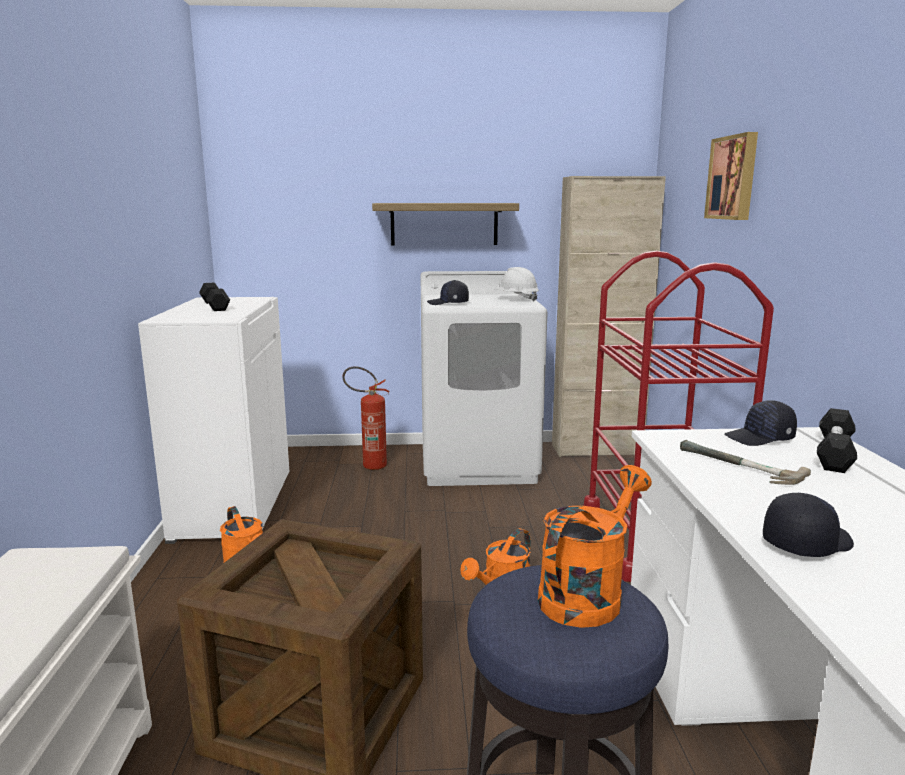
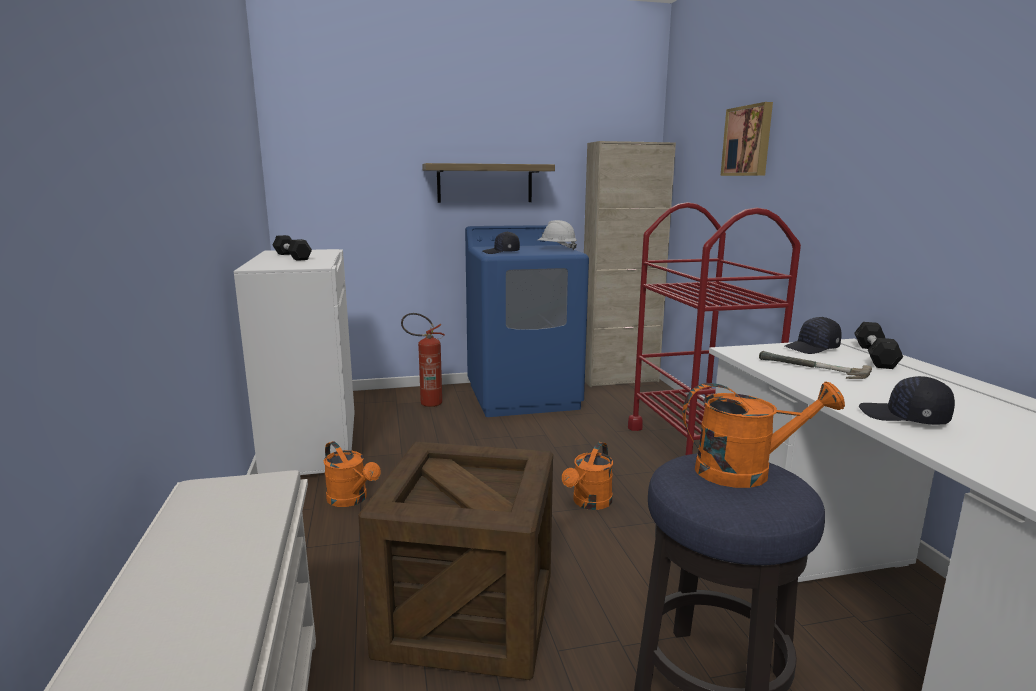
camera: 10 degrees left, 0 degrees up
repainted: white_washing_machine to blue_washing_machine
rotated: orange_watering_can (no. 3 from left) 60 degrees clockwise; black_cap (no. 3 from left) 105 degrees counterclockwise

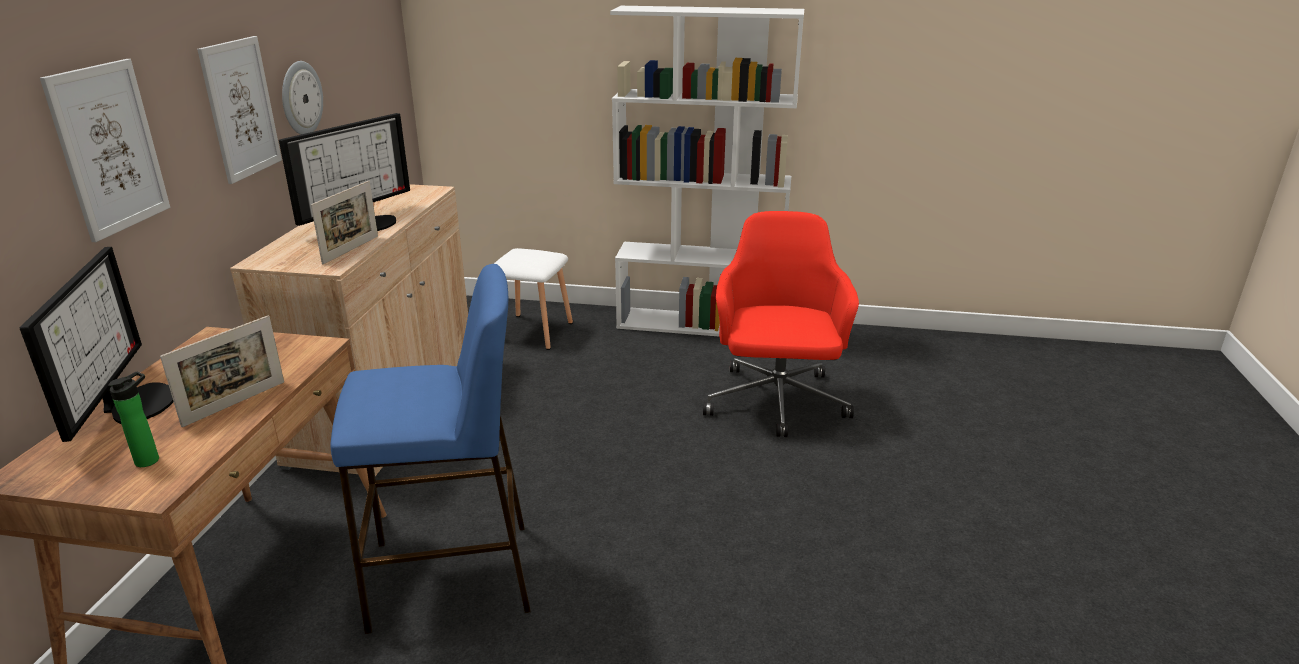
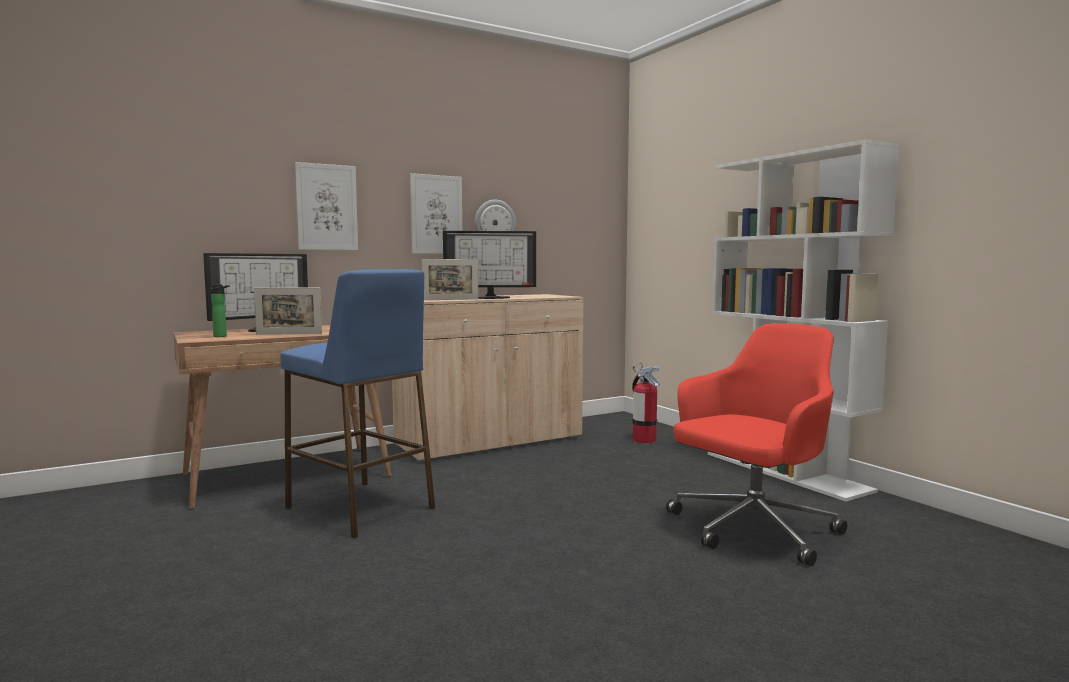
camera: 50 degrees right, 20 degrees down
swapped: white_stool to fire_extinguisher

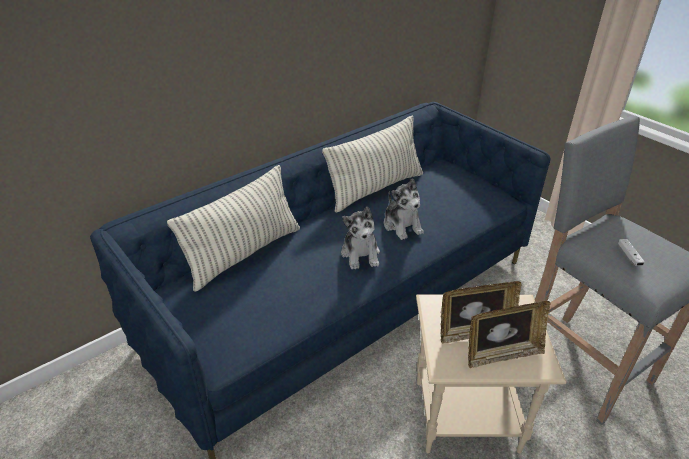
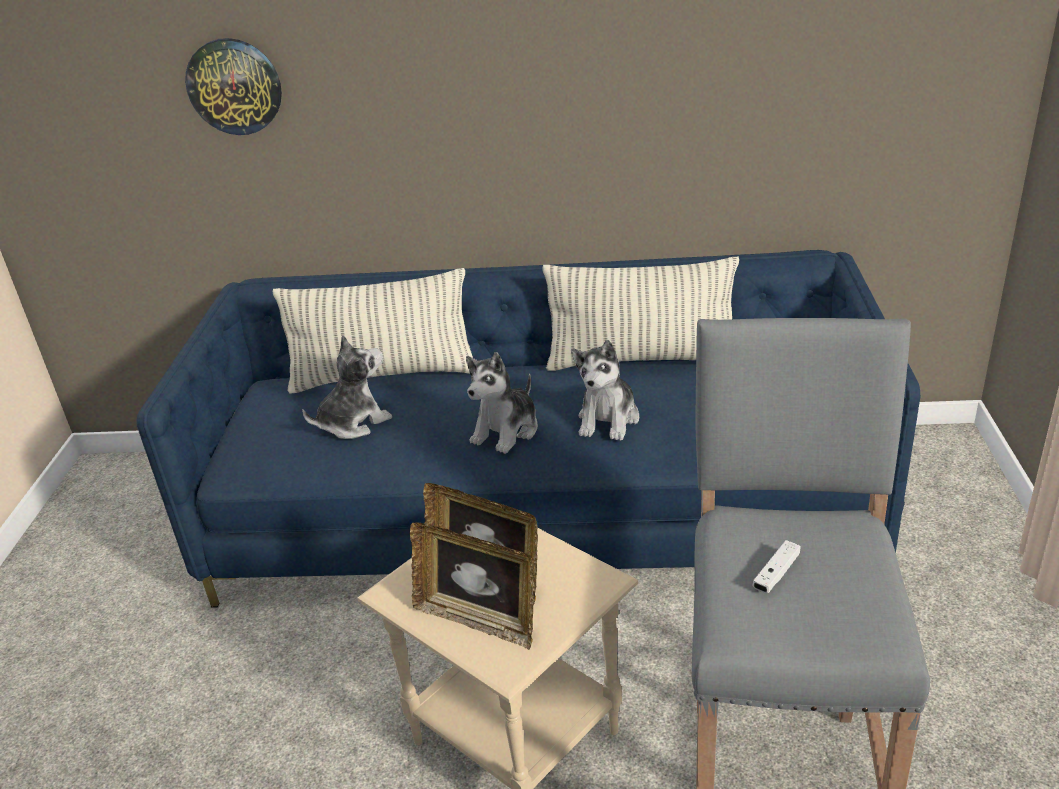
camera: 45 degrees right, 5 degrees down
new: wall_clock; plush_toy (no. 1 from left)

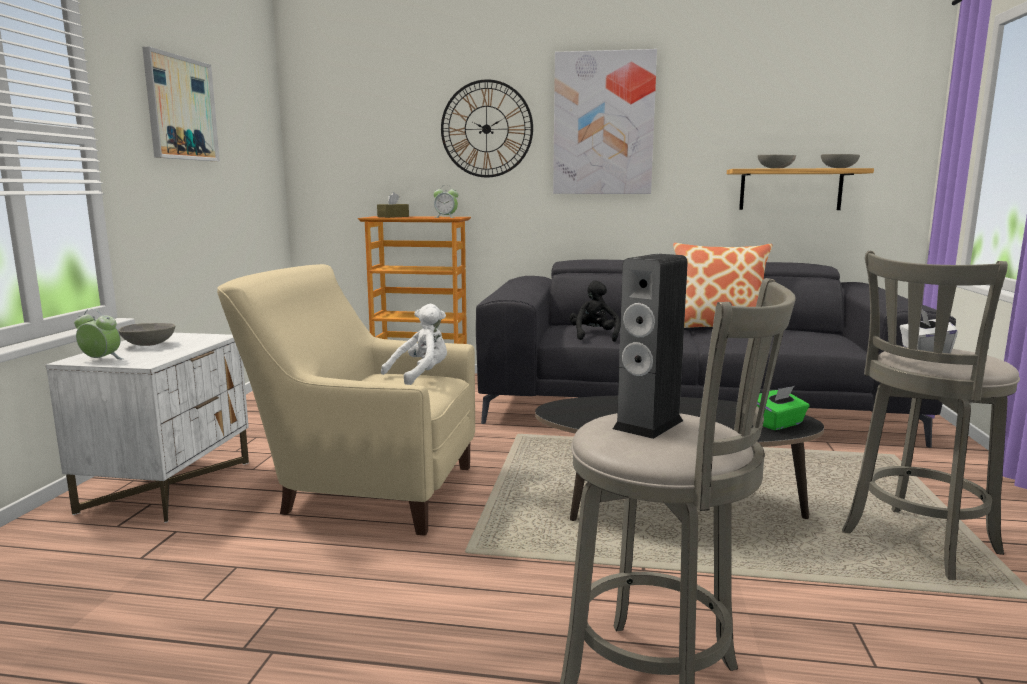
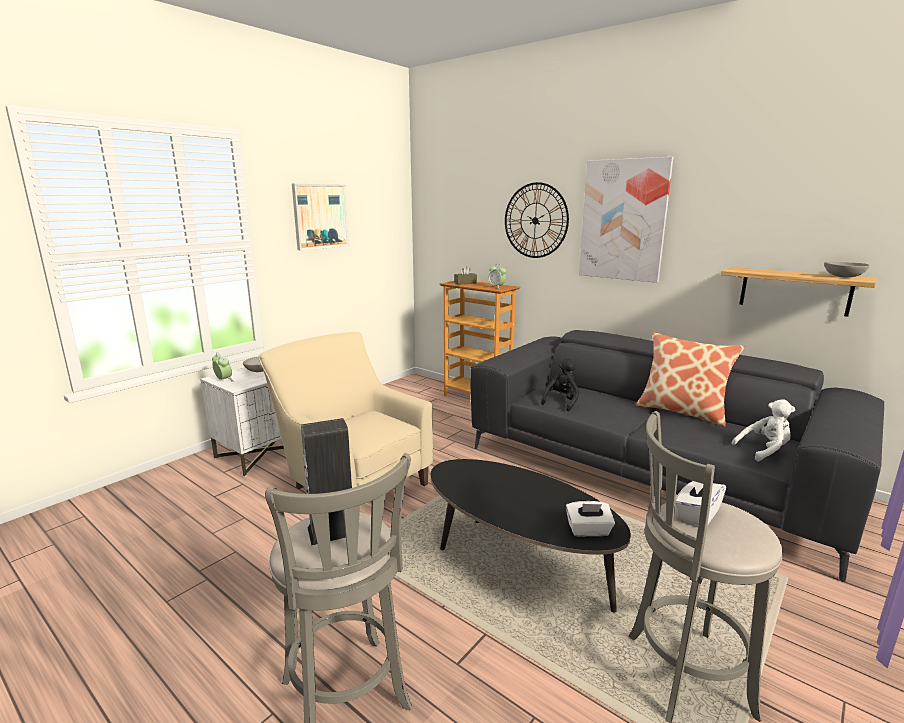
camera: 30 degrees right, 5 degrees up
gone: grey_bowl (no. 2 from left)
shifted: white_plush_toy
repainted: green_tissue_box to white_tissue_box (no. 1 from left)

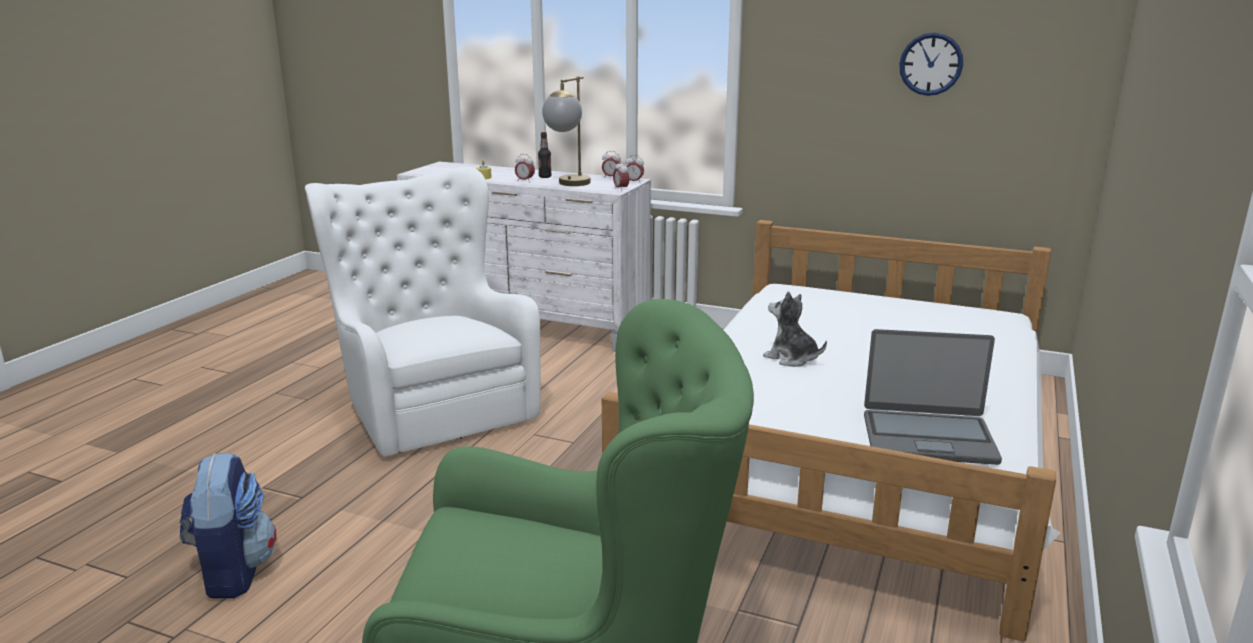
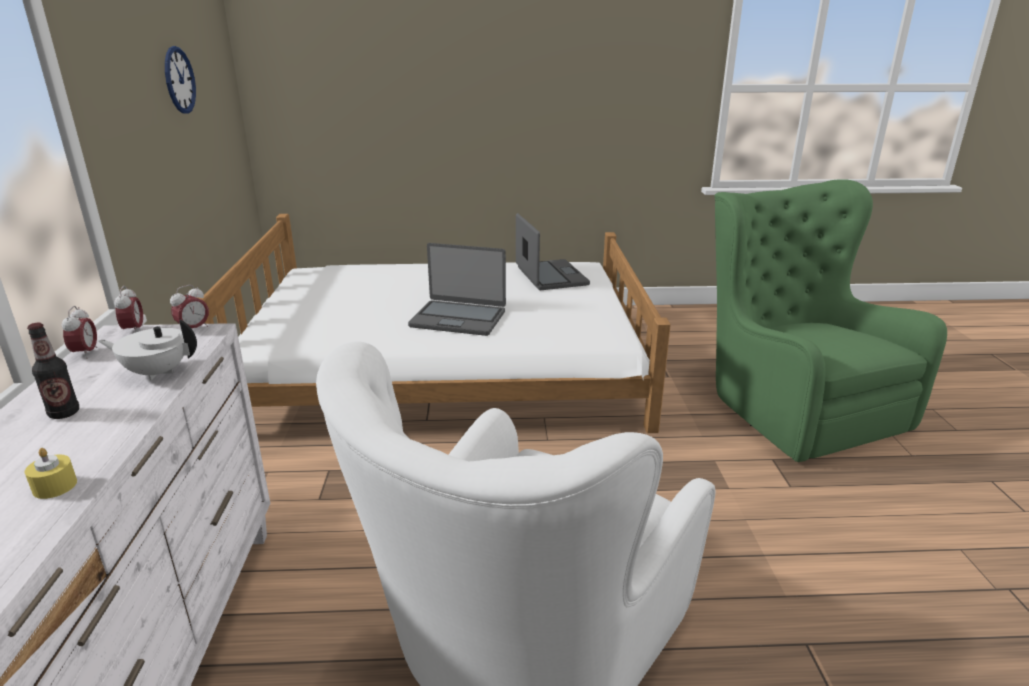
camera: 115 degrees left, 5 degrees up
gone: backpack; alarm_clock (no. 1 from left)
swapped: table_lamp to white_teapot; plush_toy to laptop (no. 1 from left)

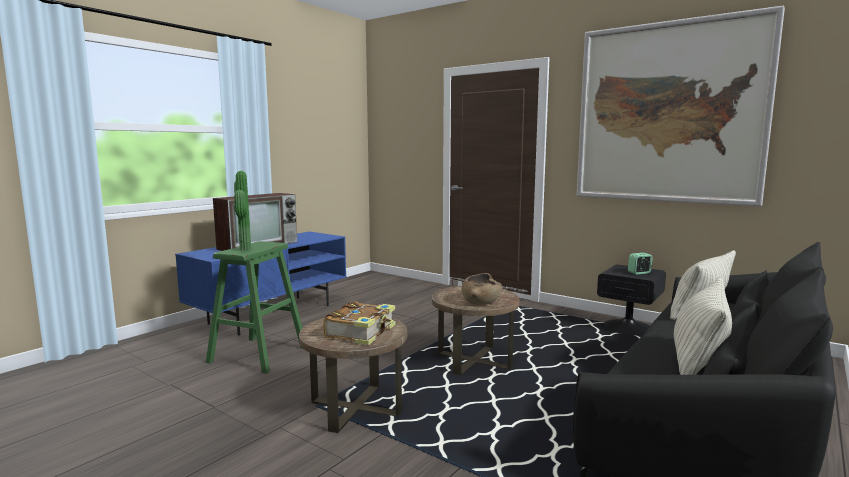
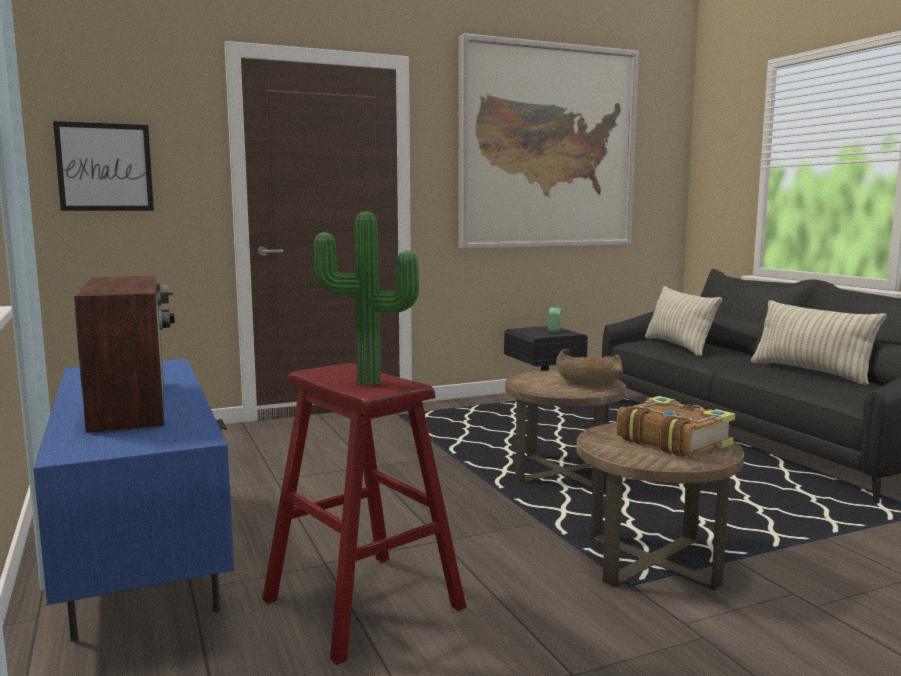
camera: 60 degrees left, 0 degrees up
new: picture (no. 1 from left)
repainted: green_stool to red_stool

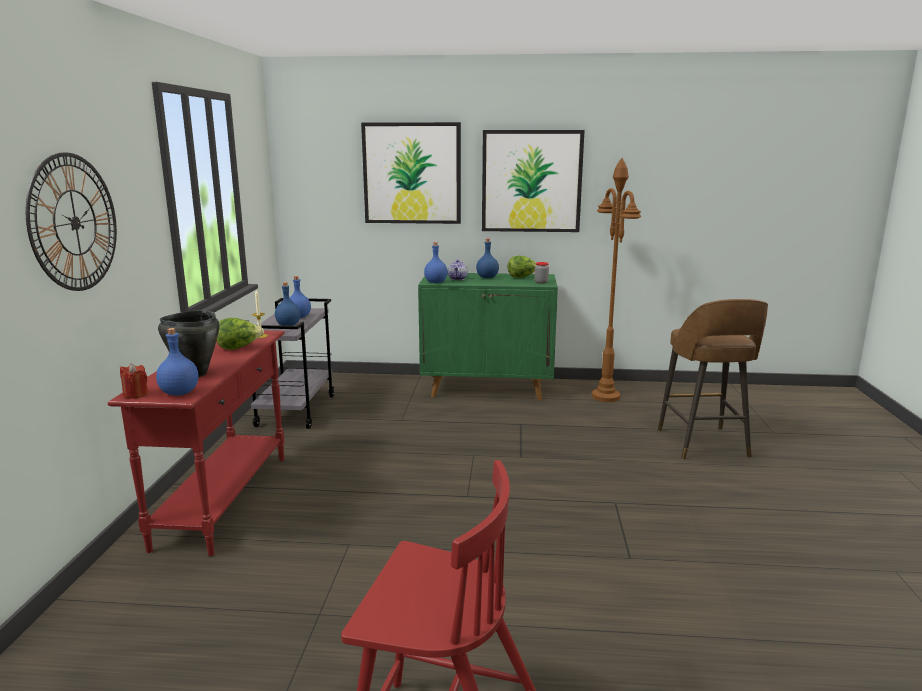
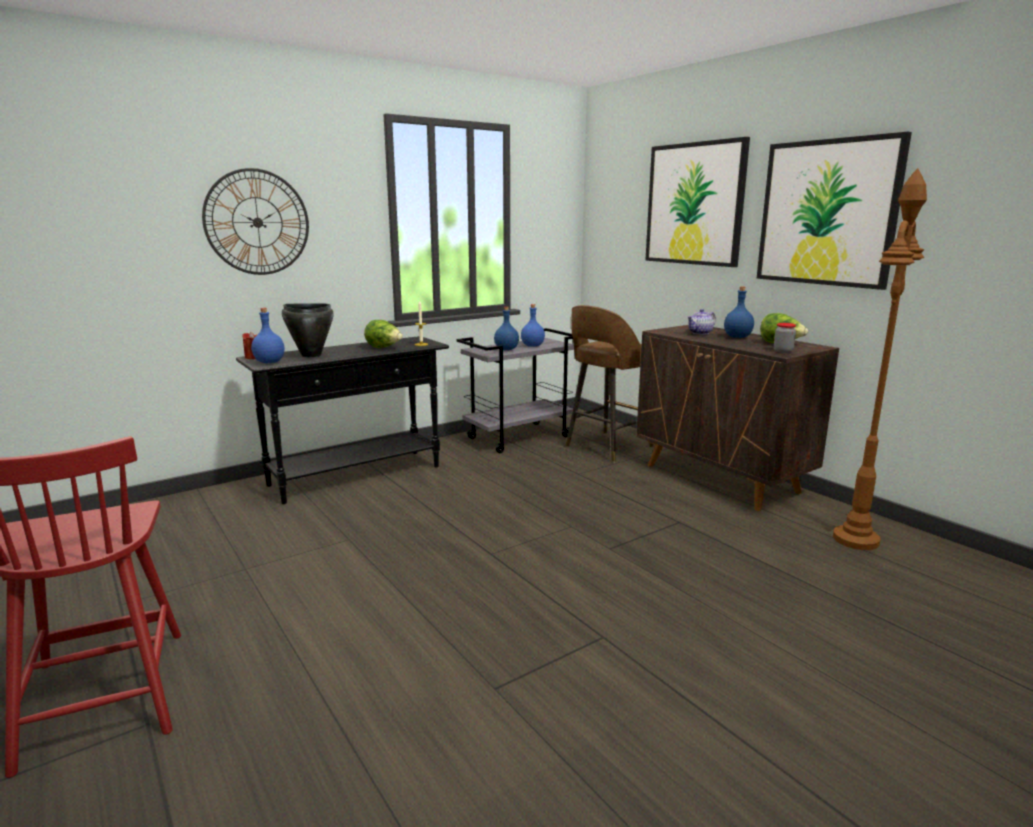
camera: 50 degrees right, 0 degrees up
gone: blue_bottle (no. 4 from left)
shifted: brown_stool
repainted: red_console_table to black_console_table; green_cabinet to brown_cabinet

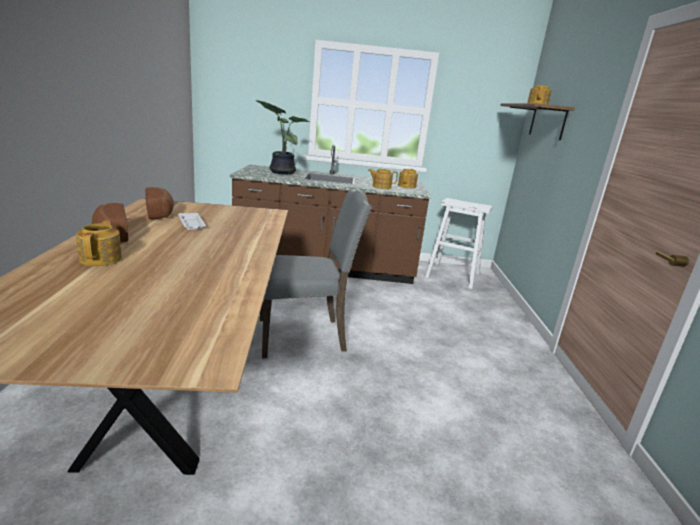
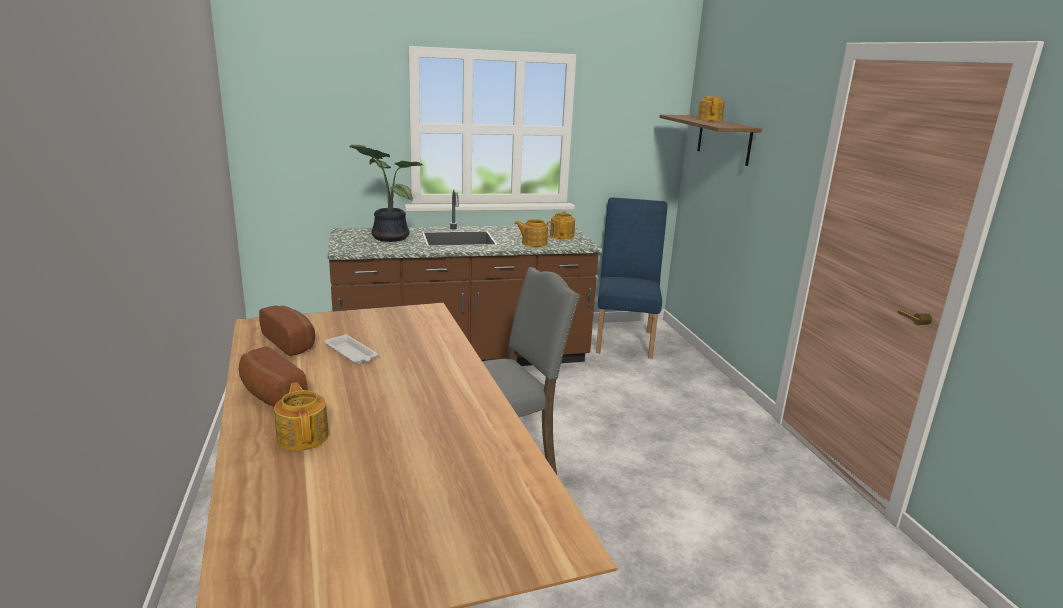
camera: 15 degrees left, 0 degrees up
swapped: white_stool to blue_chair

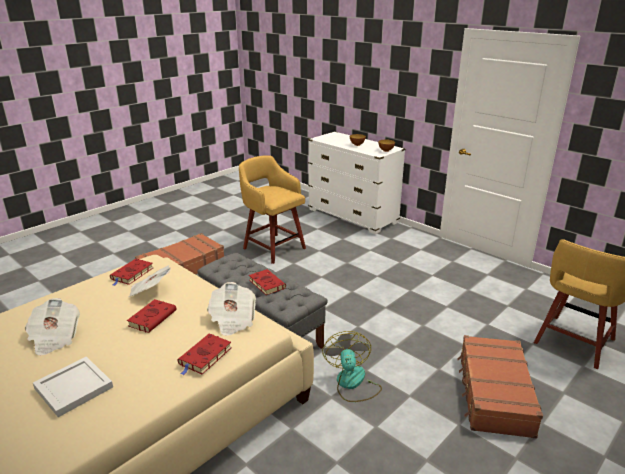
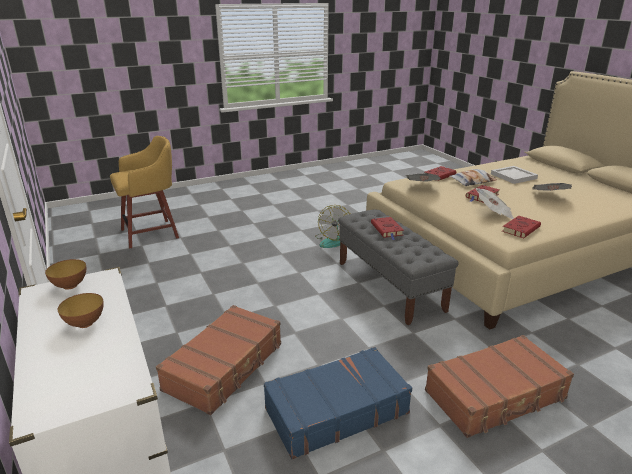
camera: 160 degrees left, 0 degrees up
new: pillow
shifted: brown_suitcase (no. 2 from left in the first image) to brown_suitcase (no. 1 from left)
swapped: yellow_stool (no. 1 from left) to blue_suitcase

